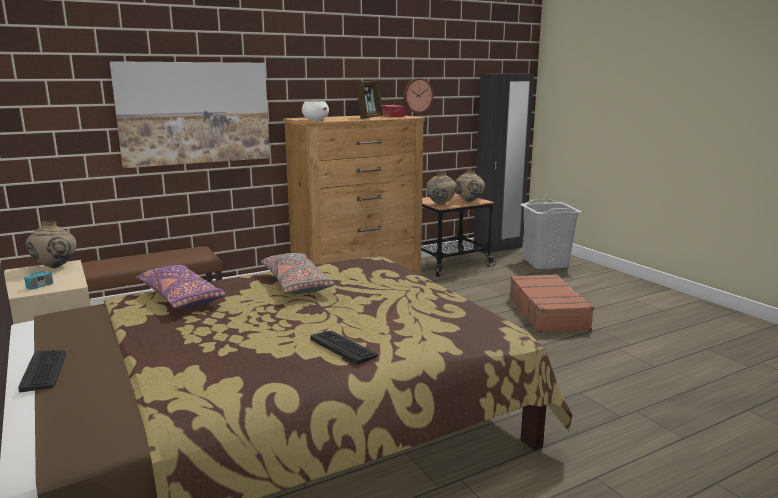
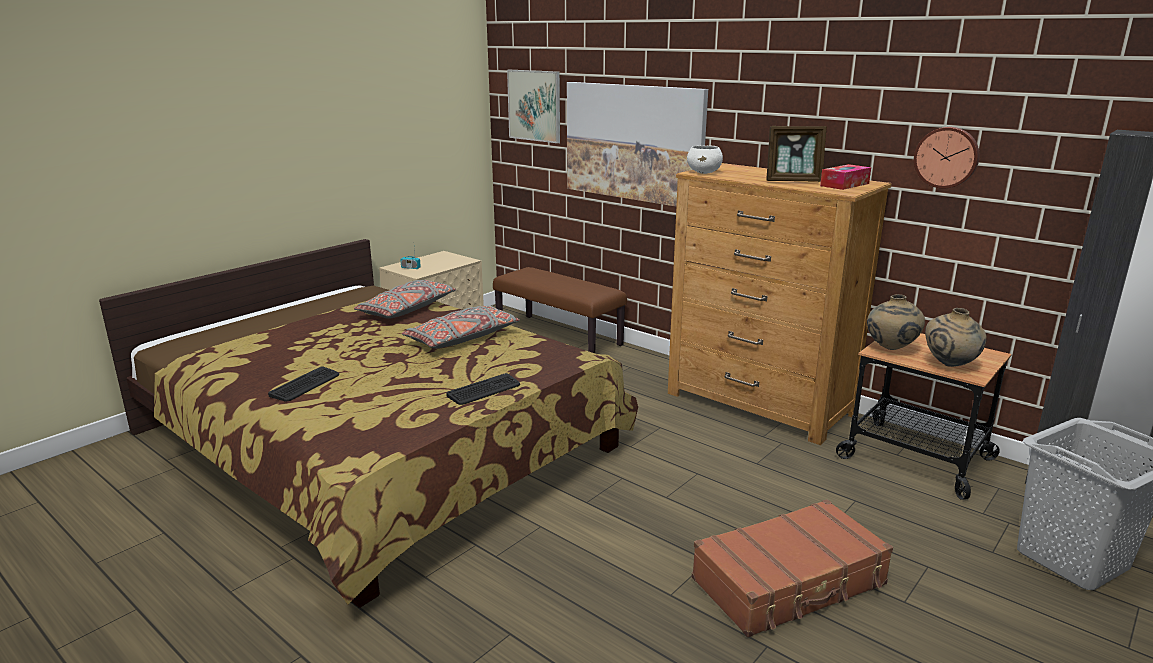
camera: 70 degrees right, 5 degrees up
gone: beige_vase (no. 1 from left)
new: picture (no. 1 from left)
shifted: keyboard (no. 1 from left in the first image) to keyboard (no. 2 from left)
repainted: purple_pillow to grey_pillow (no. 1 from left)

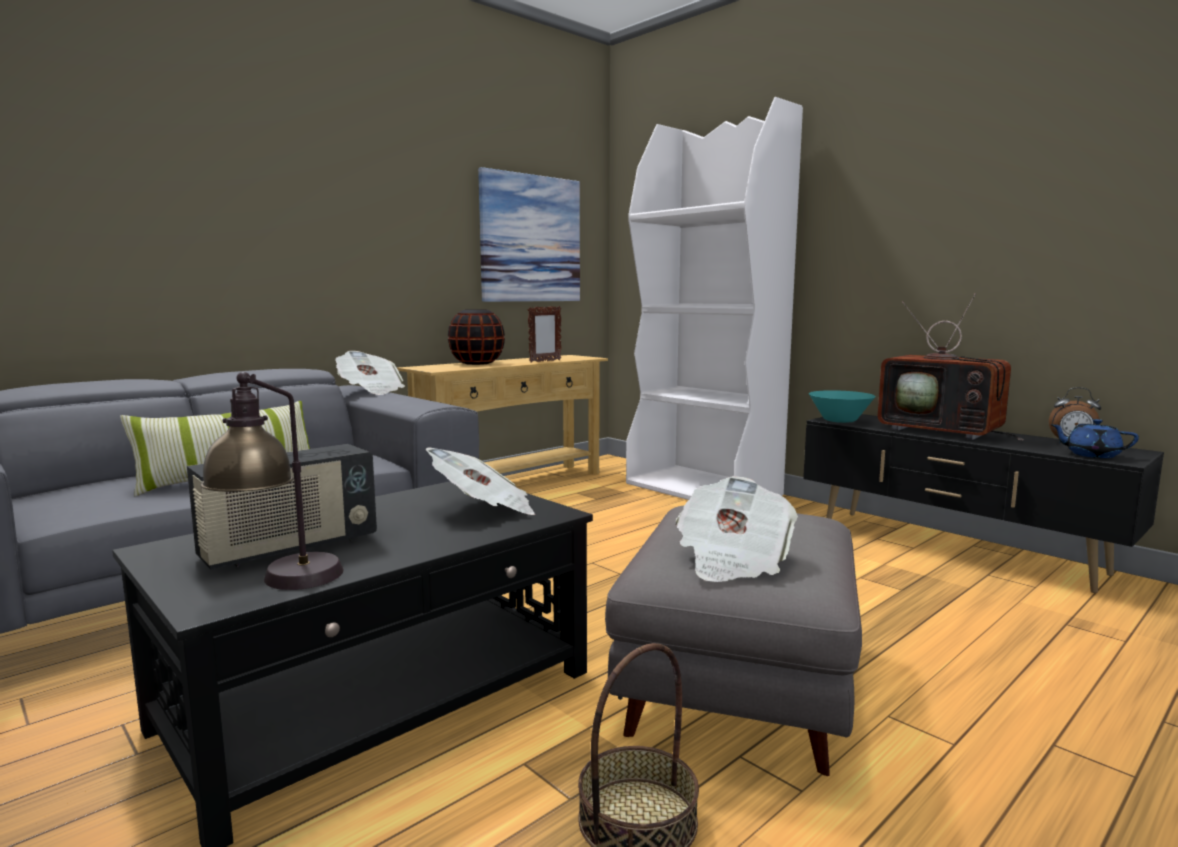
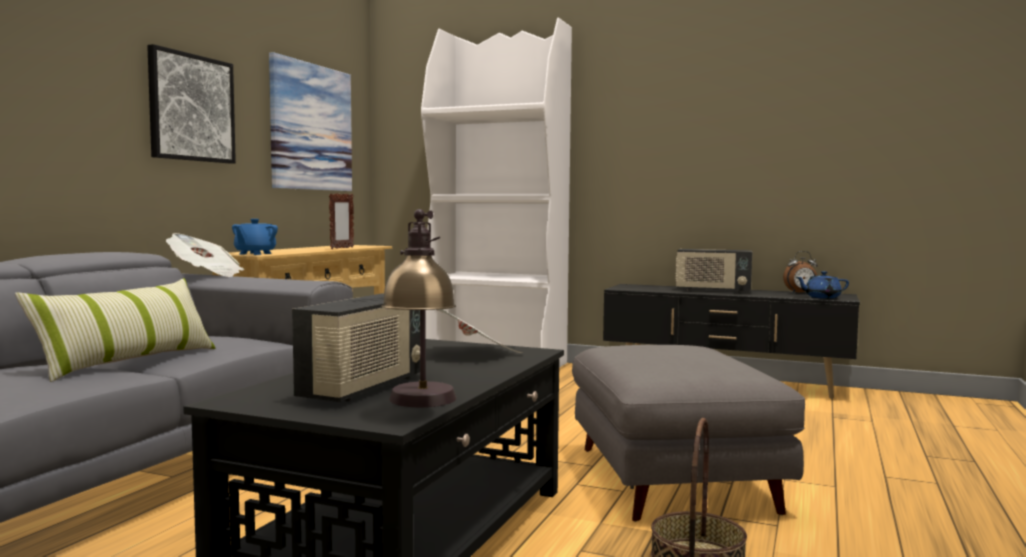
camera: 25 degrees left, 5 degrees down
gone: black_vase; newspaper (no. 3 from left); turquoise_bowl
new: picture (no. 1 from left); blue_teapot (no. 1 from left)
swapped: television to radio (no. 2 from left)

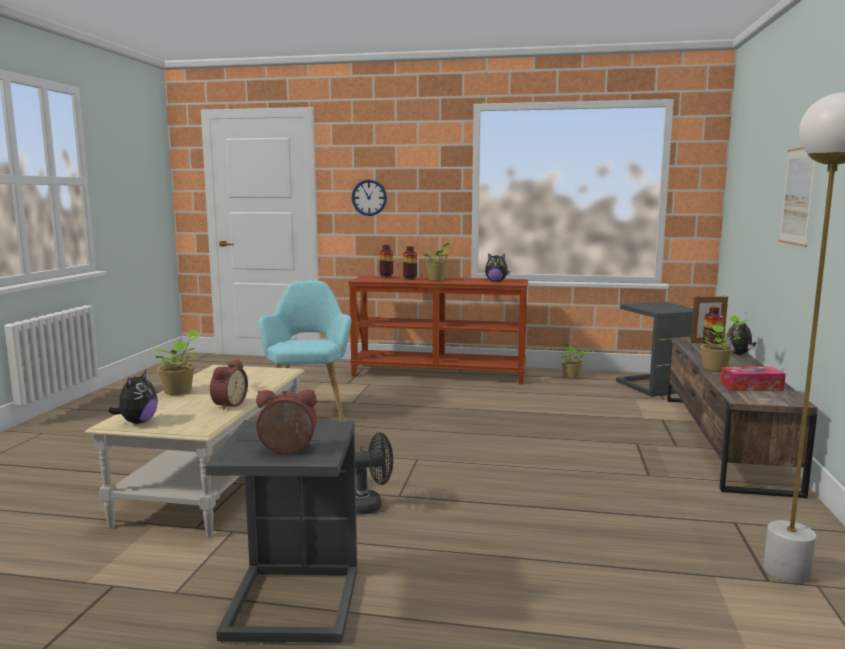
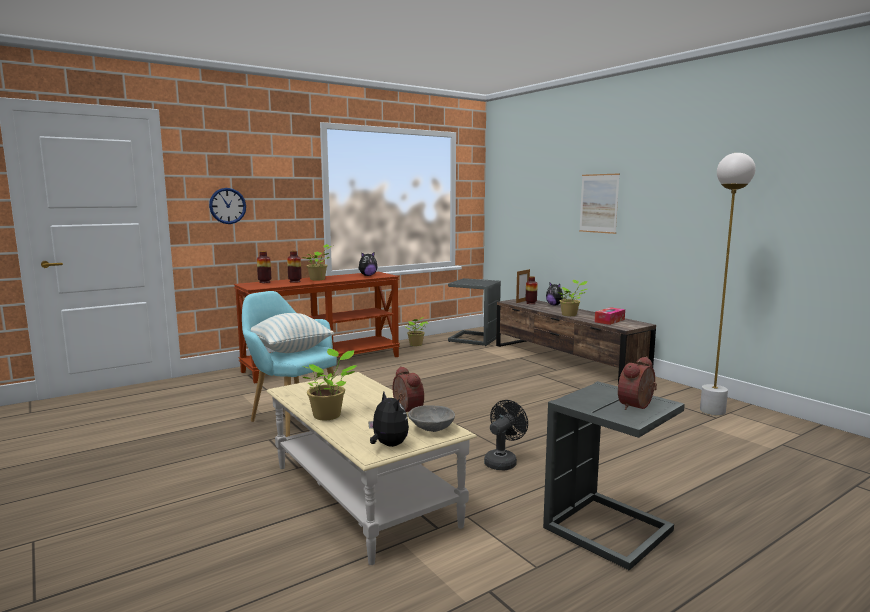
camera: 45 degrees left, 0 degrees up
new: pillow; grey_bowl

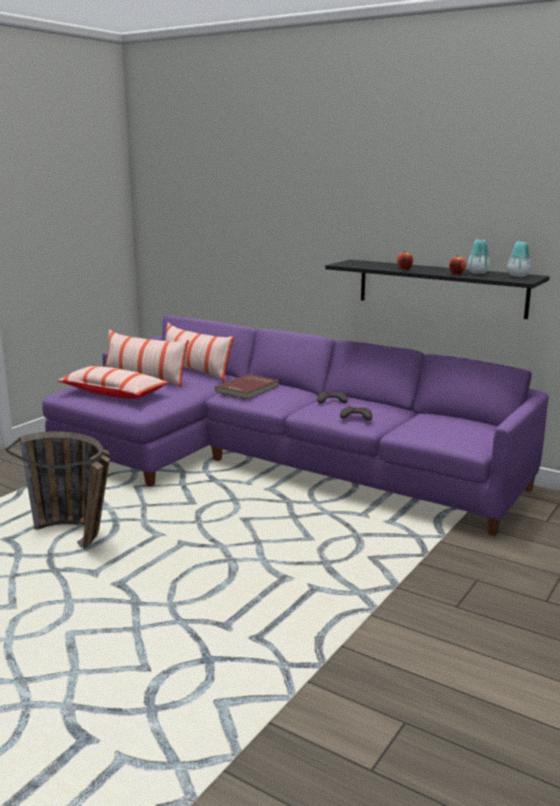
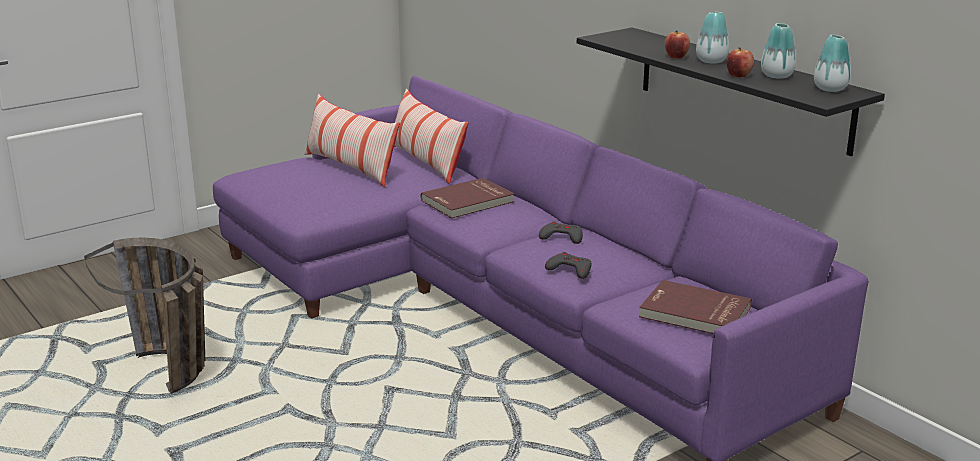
camera: 20 degrees right, 5 degrees up
gone: pillow (no. 1 from left)
new: red_book (no. 2 from left); vase (no. 1 from left)

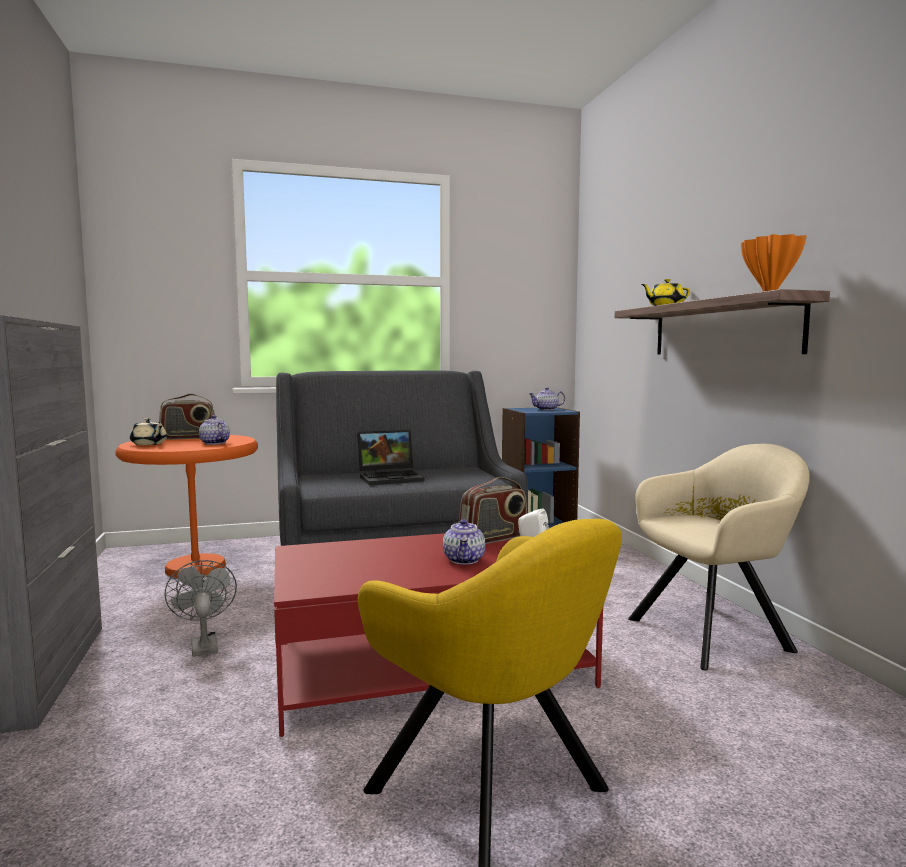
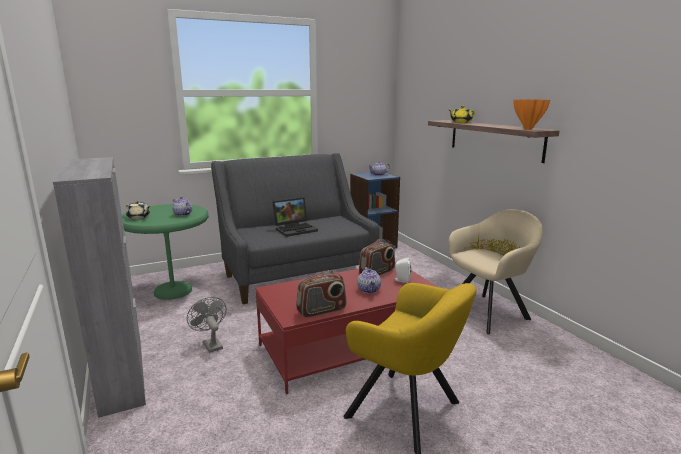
camera: 10 degrees left, 10 degrees up
shifted: radio (no. 1 from left)
repainted: orange_side_table to green_side_table

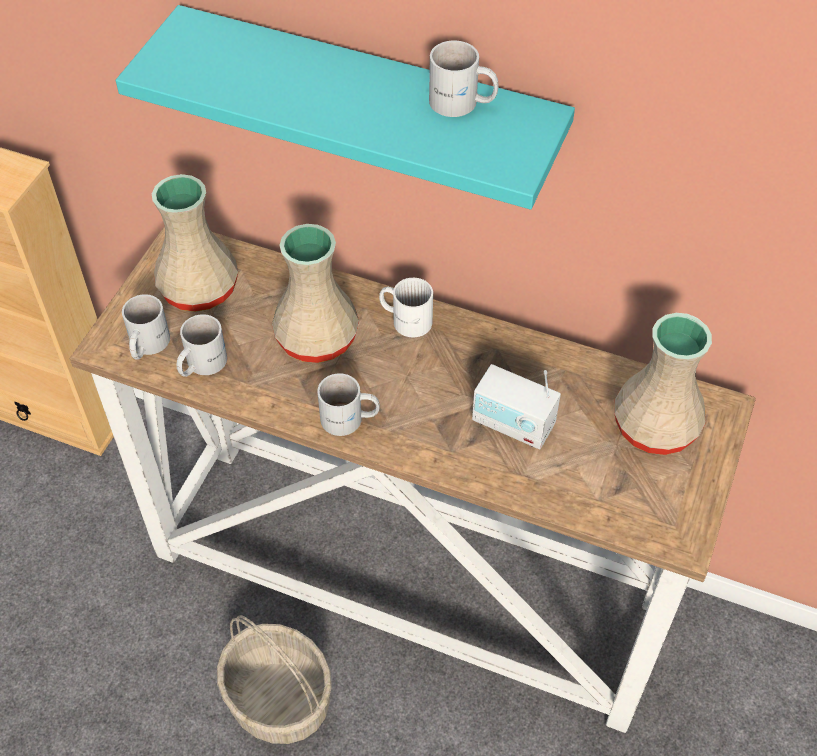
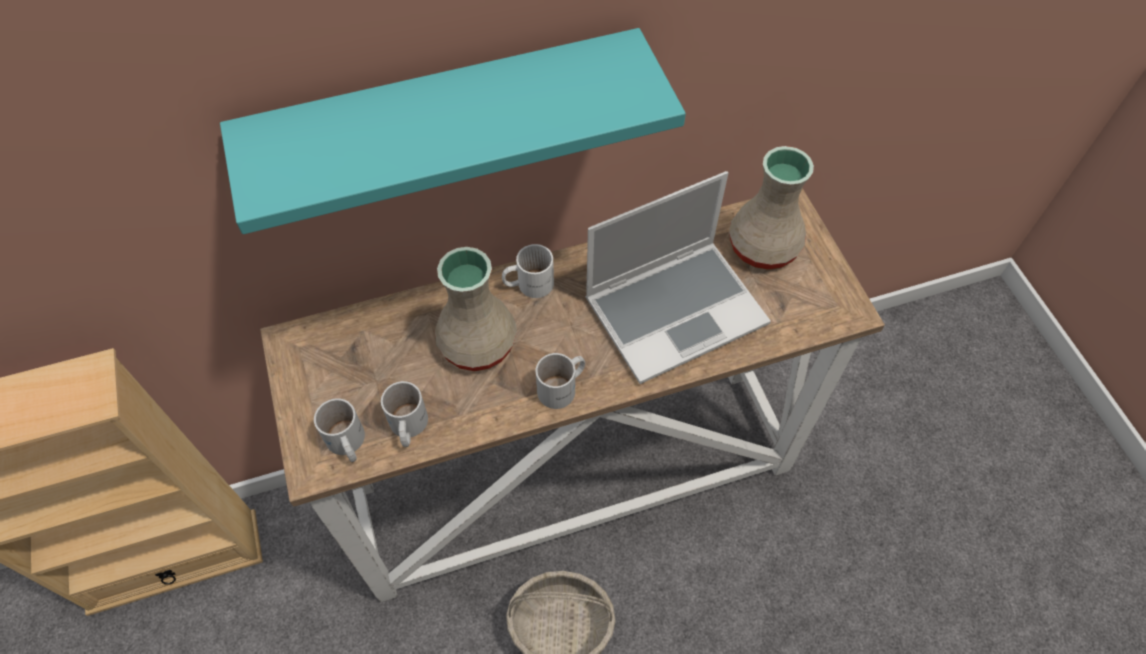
camera: 40 degrees left, 5 degrees up
gone: beige_vase (no. 1 from left); white_mug (no. 5 from left)
swapped: radio to laptop

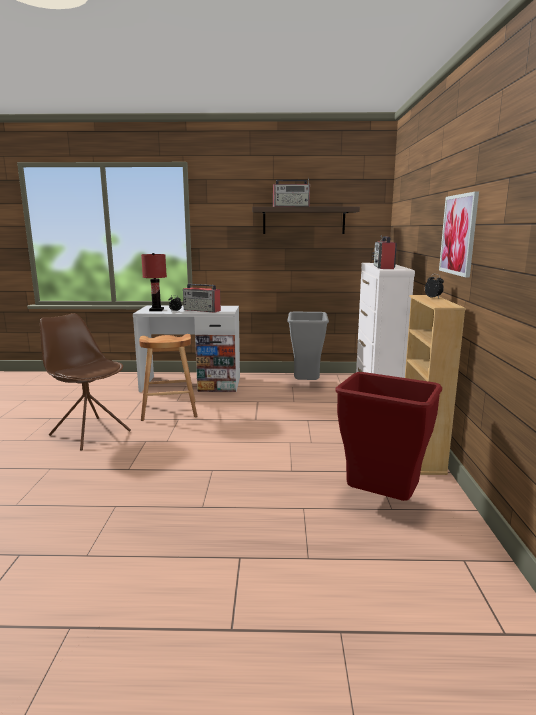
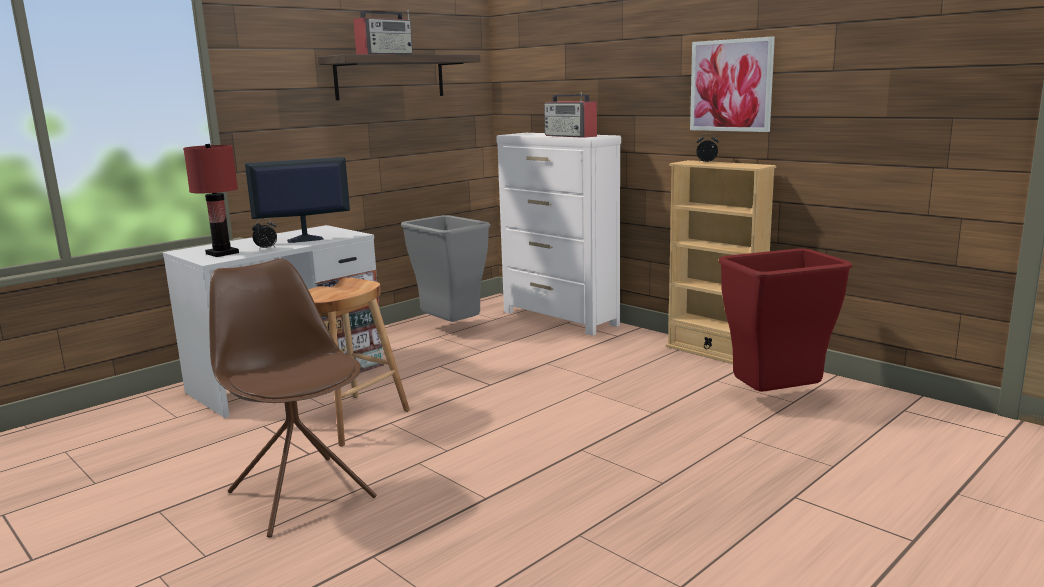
camera: 45 degrees left, 0 degrees up
swapped: radio (no. 1 from left) to monitor
rotated: brown_chair 60 degrees clockwise

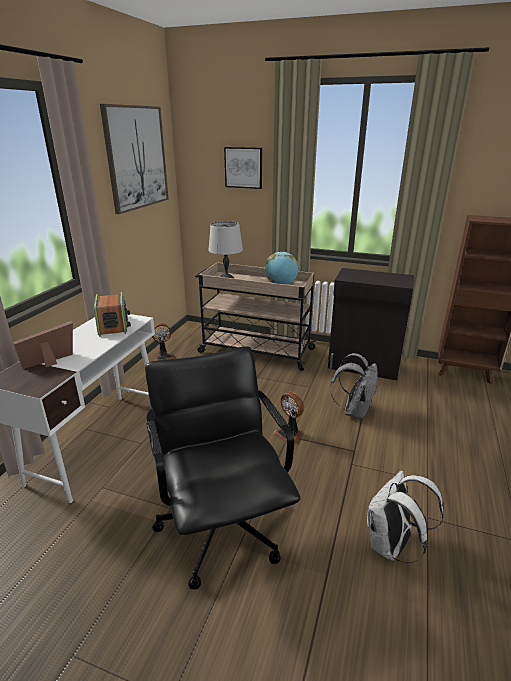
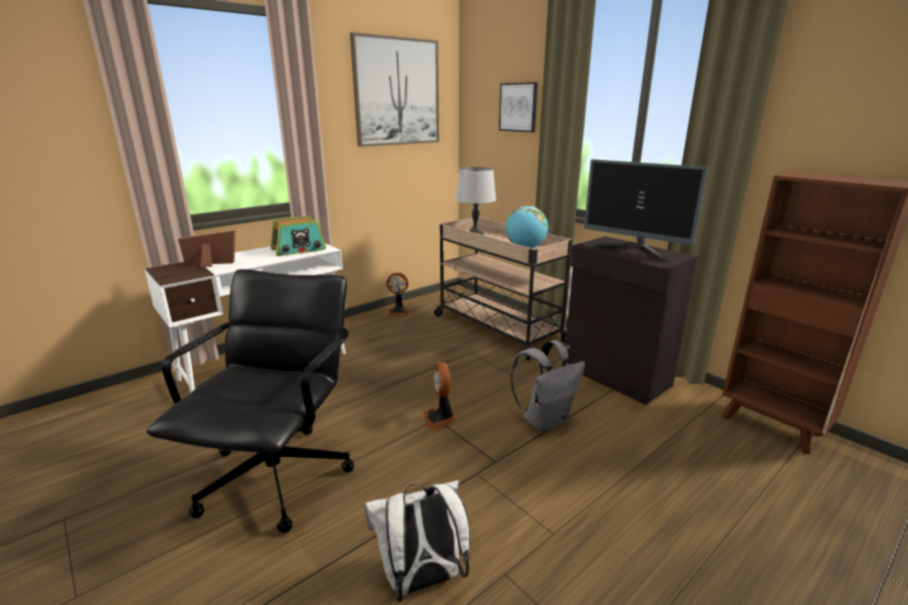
camera: 30 degrees right, 5 degrees down
new: monitor
rotated: radio 45 degrees clockwise

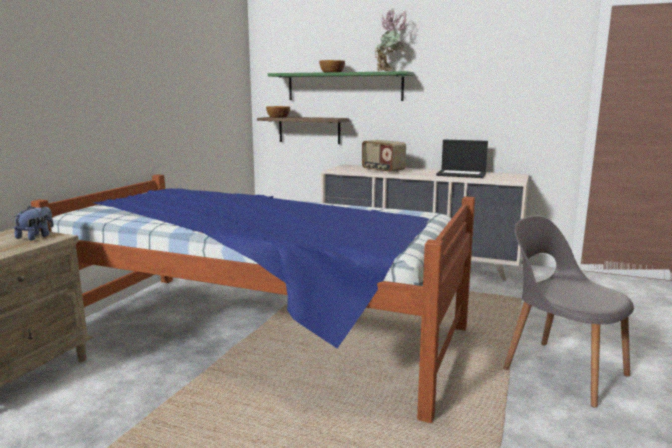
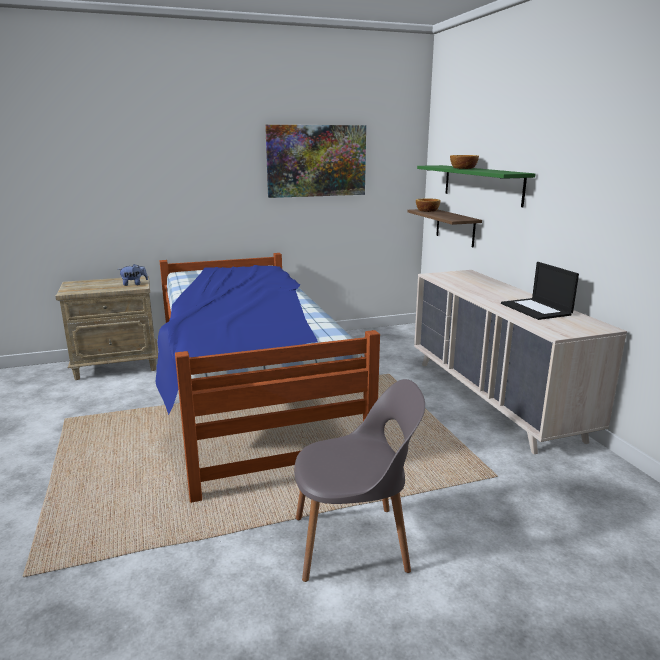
camera: 50 degrees right, 5 degrees up
gone: radio; potted_plant
new: picture
rotated: grey_chair 75 degrees clockwise

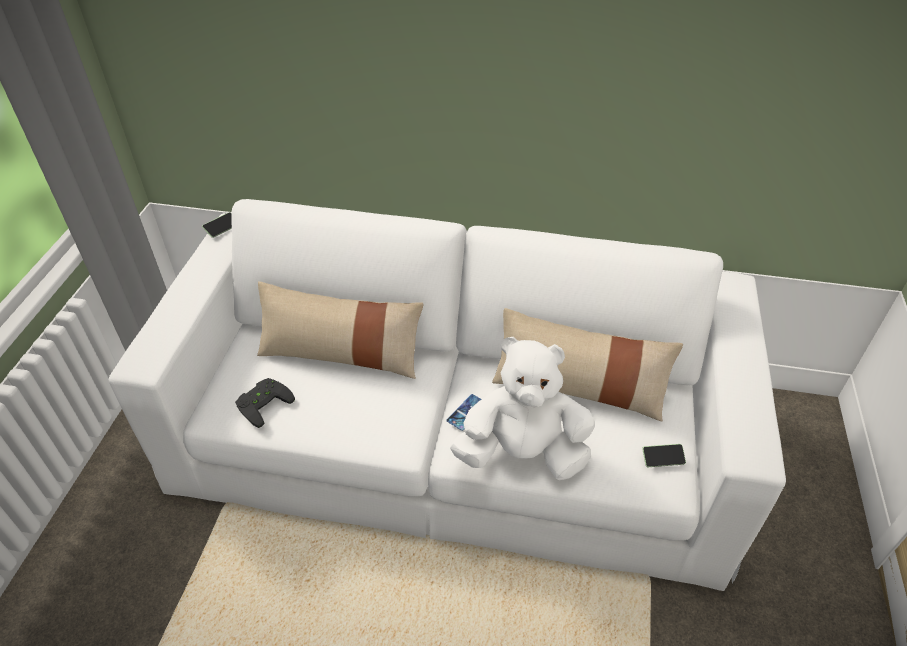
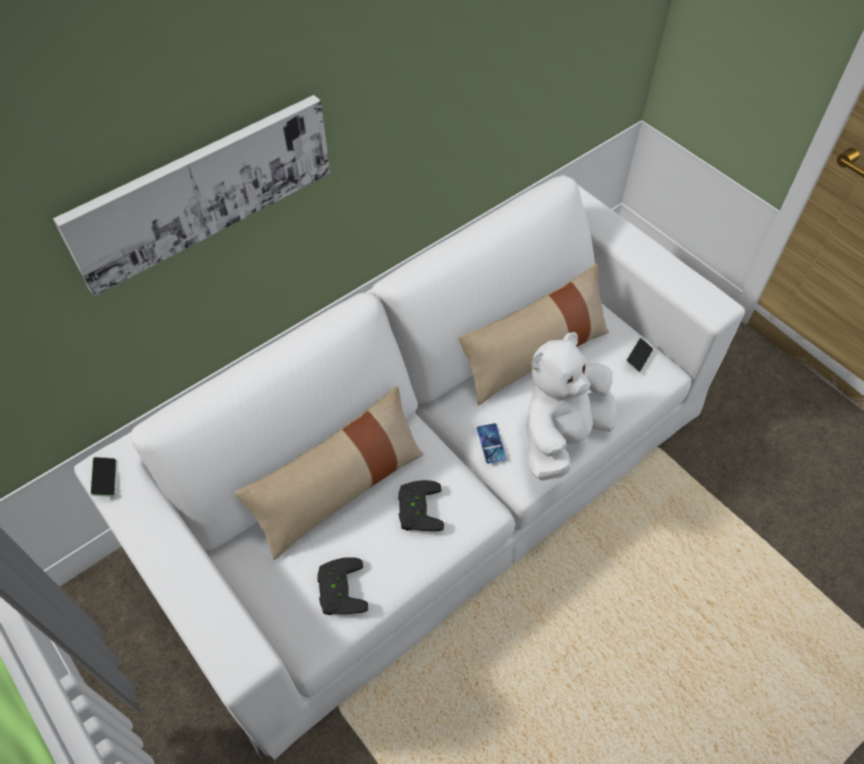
camera: 50 degrees left, 10 degrees up
new: picture; black_game_controller (no. 2 from left)

